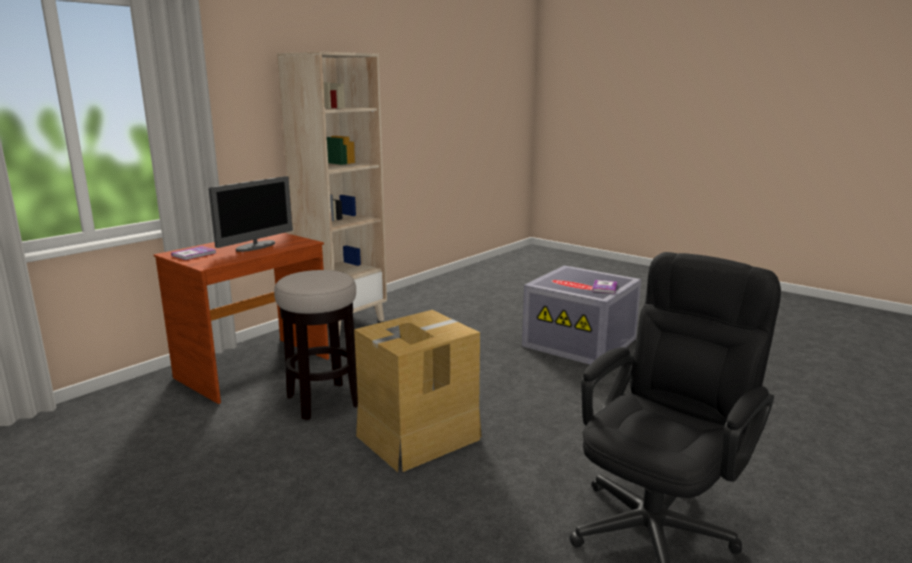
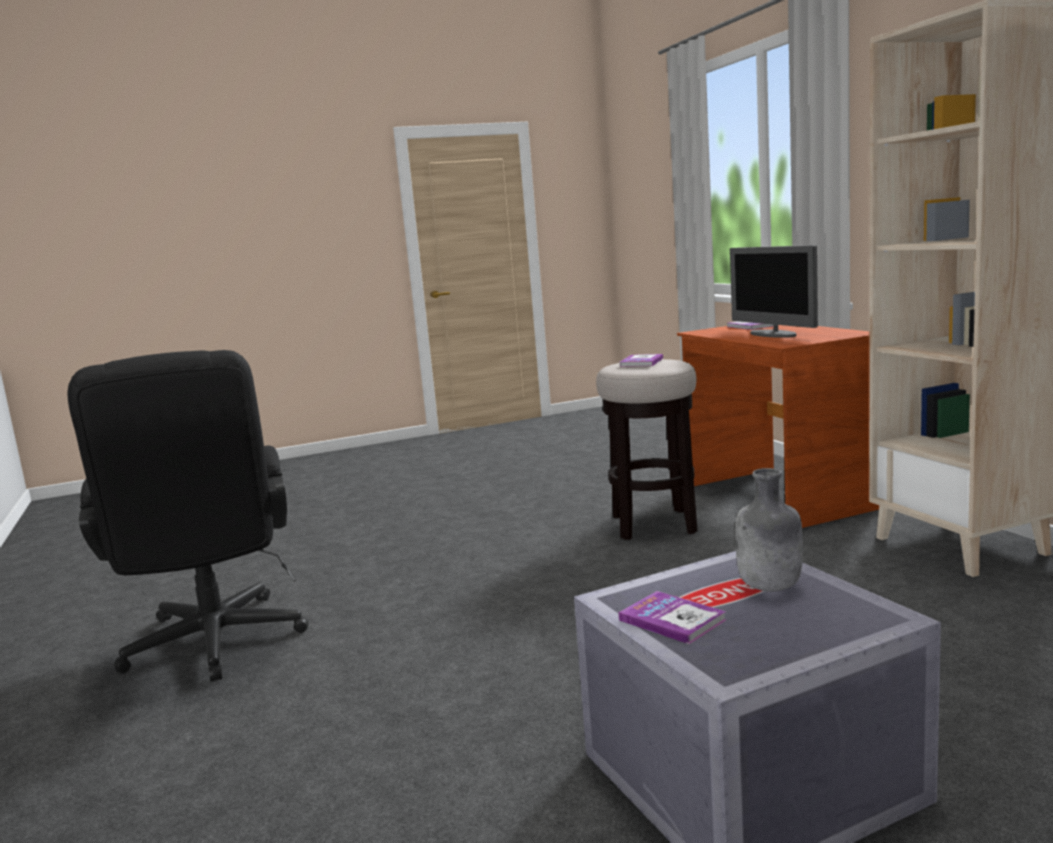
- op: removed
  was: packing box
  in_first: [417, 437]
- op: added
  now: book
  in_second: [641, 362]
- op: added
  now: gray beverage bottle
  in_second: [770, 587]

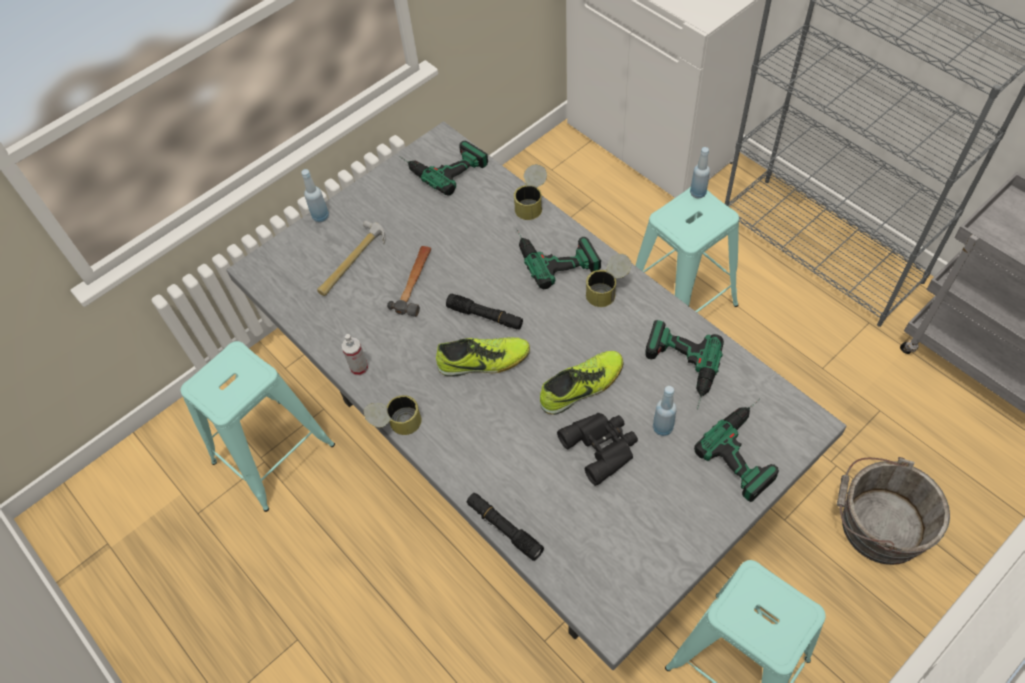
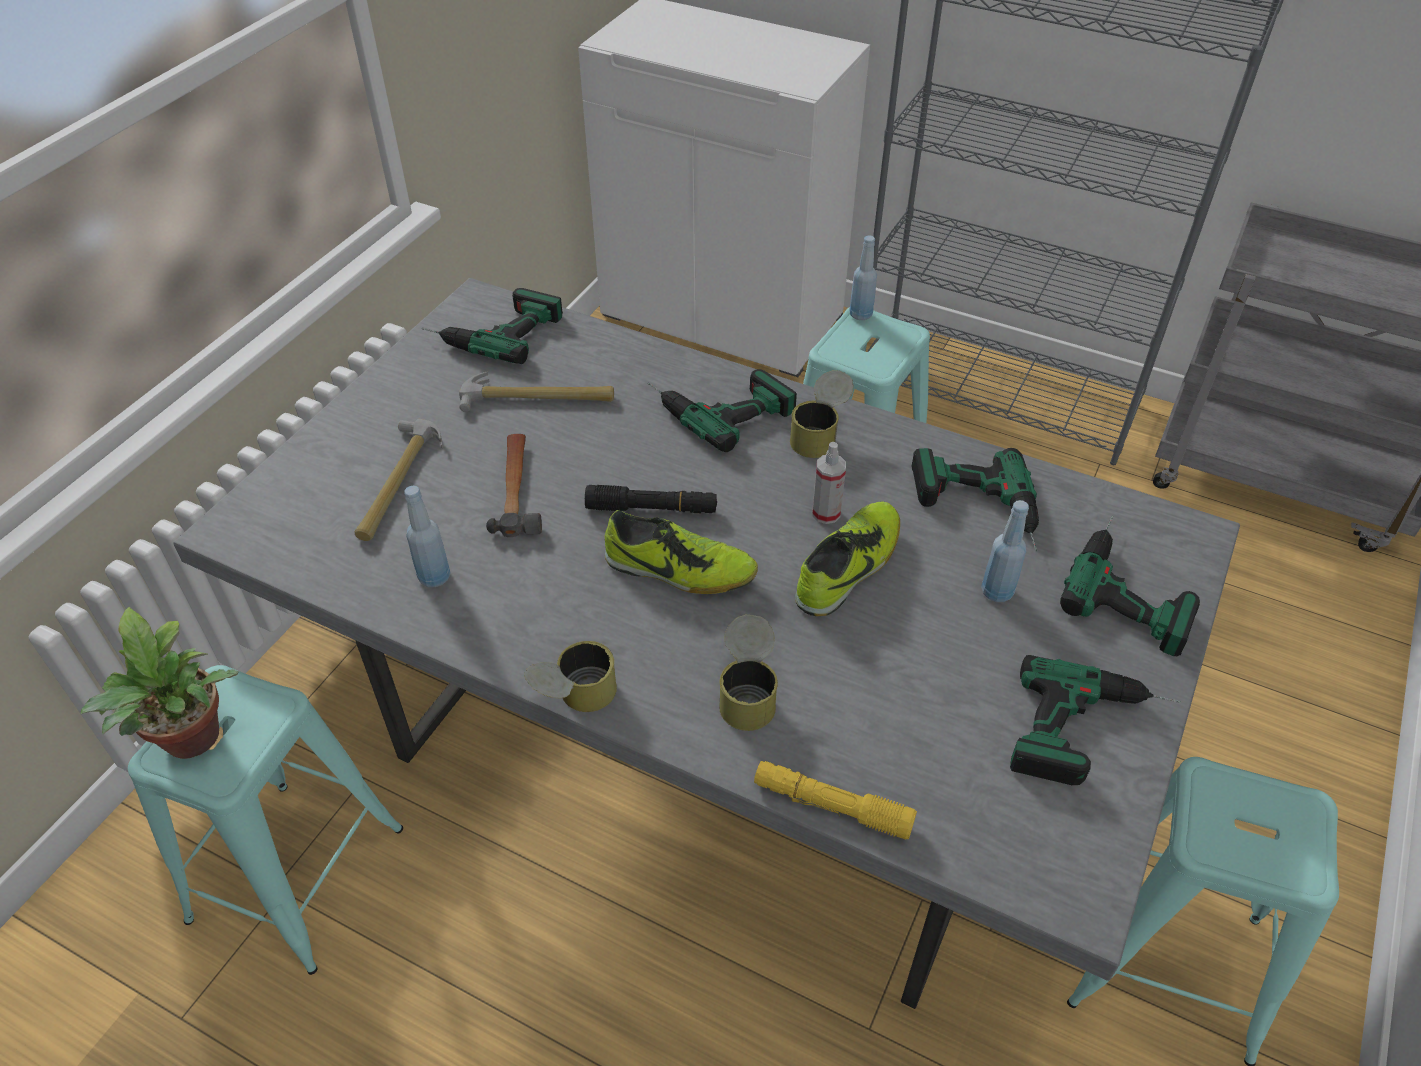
- op: removed
  was: blackish binoculars
  in_first: [602, 446]
- op: removed
  was: gray pail
  in_first: [877, 524]
- op: added
  now: houseplant
  in_second: [193, 743]
- op: added
  now: hammer
  in_second: [538, 398]
- op: added
  now: power drill
  in_second: [1093, 733]
- op: moved
  was: bluish beverage bottle
  in_first: [321, 217]
  in_second: [434, 577]
- op: moved
  was: spray bottle
  in_first: [359, 368]
  in_second: [826, 513]
- op: moved
  was: metal can
  in_first: [532, 203]
  in_second: [748, 692]
- op: recoloured
  was: blackish torch
  now: yellowish torch
  in_first: [504, 528]
  in_second: [832, 806]
- op: turned
  was: shoe
  in_first: [484, 361]
  in_second: [679, 571]
  clockwise: 45

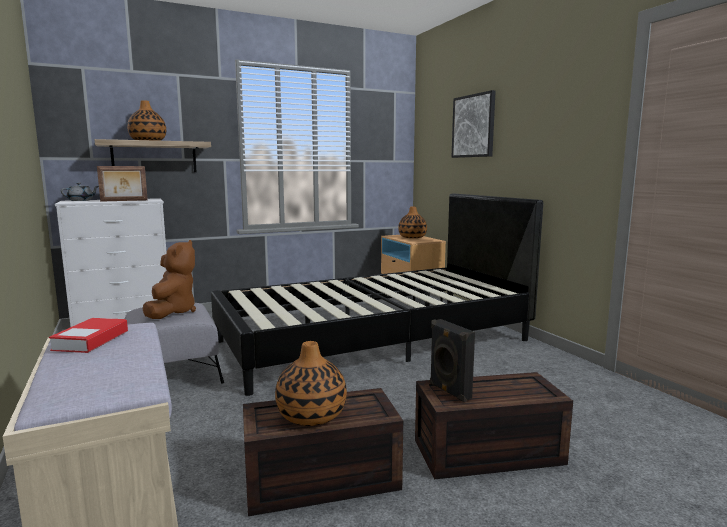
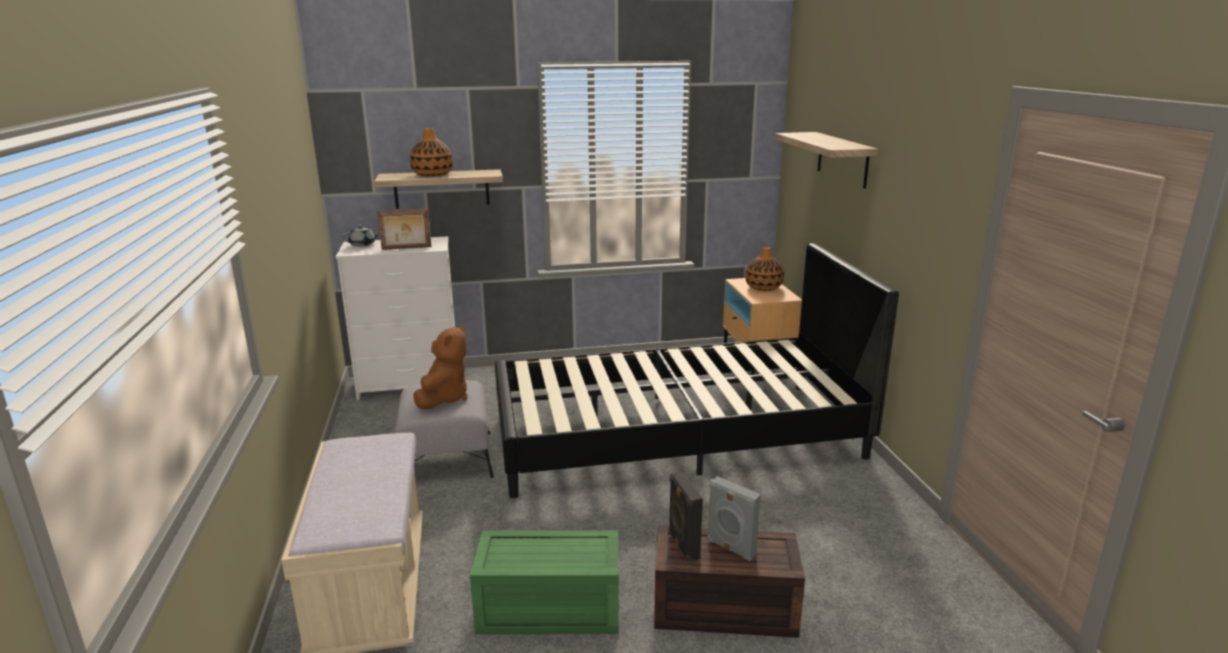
- op: removed
  was: book
  in_first: [91, 340]
- op: removed
  was: decorative vase
  in_first: [311, 415]
- op: added
  now: gray speaker
  in_second: [730, 548]
- op: replaced
  was: wall picture
  now: bracket shelf
  in_first: [473, 126]
  in_second: [842, 159]
- op: recoloured
  was: brownish storage container
  now: green storage container
  in_first: [319, 481]
  in_second: [547, 610]

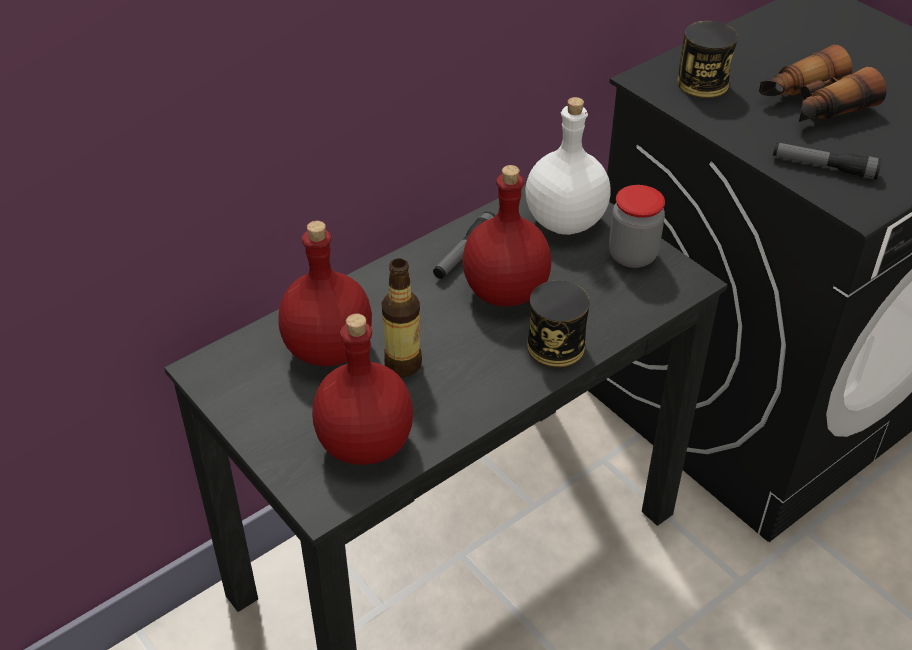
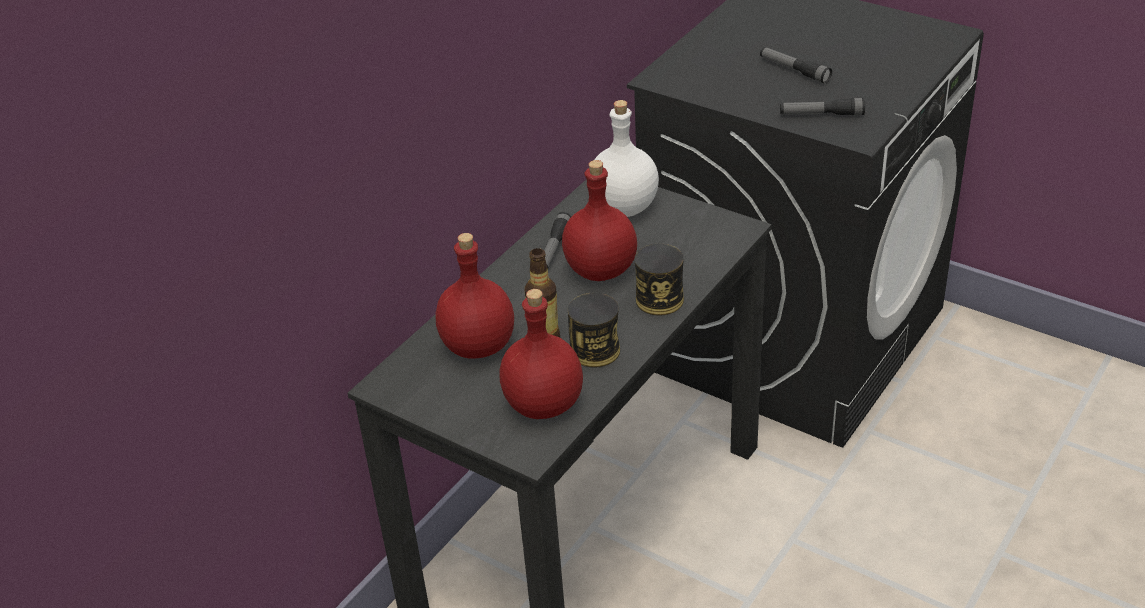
- op: removed
  was: preserve jar
  in_first: [632, 255]
- op: moved
  was: metal can
  in_first: [702, 84]
  in_second: [595, 350]
- op: replaced
  was: binoculars
  now: torch
  in_first: [813, 104]
  in_second: [794, 70]

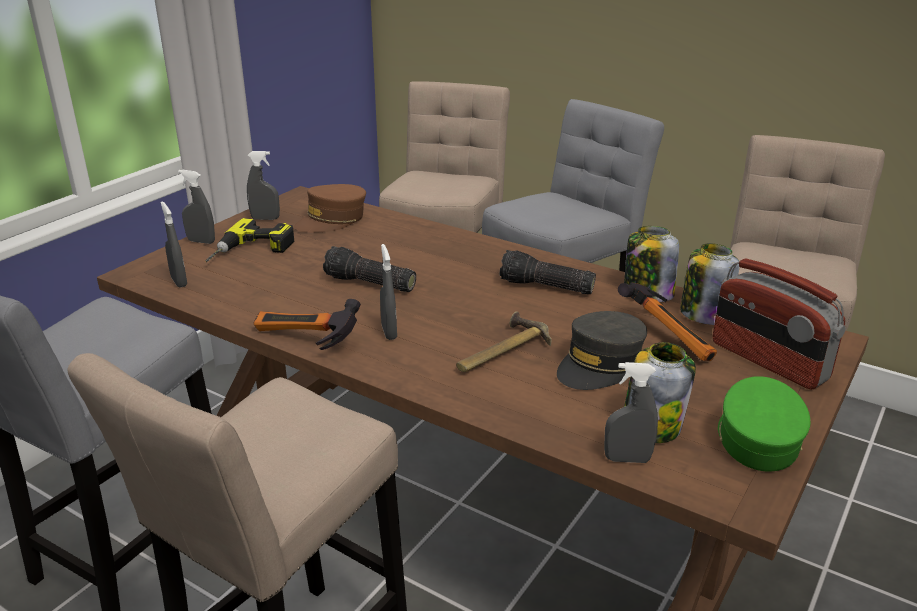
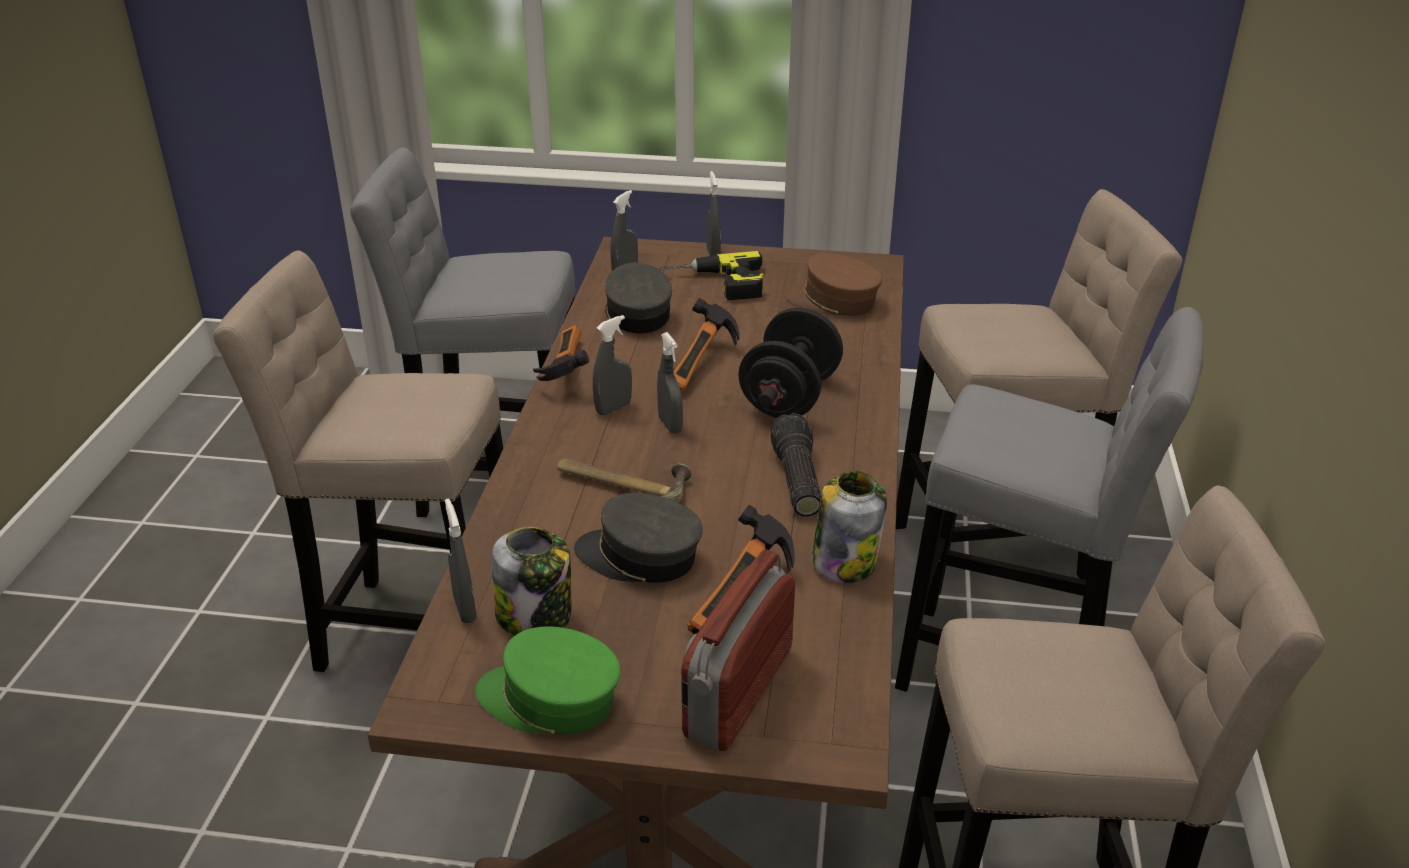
- op: removed
  was: preserve jar
  in_first: [703, 314]
- op: added
  now: gray cap
  in_second: [637, 313]
- op: added
  now: blackish hand weight
  in_second: [789, 397]
- op: moved
  was: gray spray bottle
  in_first: [265, 218]
  in_second: [670, 425]
- op: replaced
  was: torch
  now: hammer
  in_first: [369, 284]
  in_second: [704, 367]
- op: turned
  was: green cap
  in_first: [757, 439]
  in_second: [550, 700]
  clockwise: -150

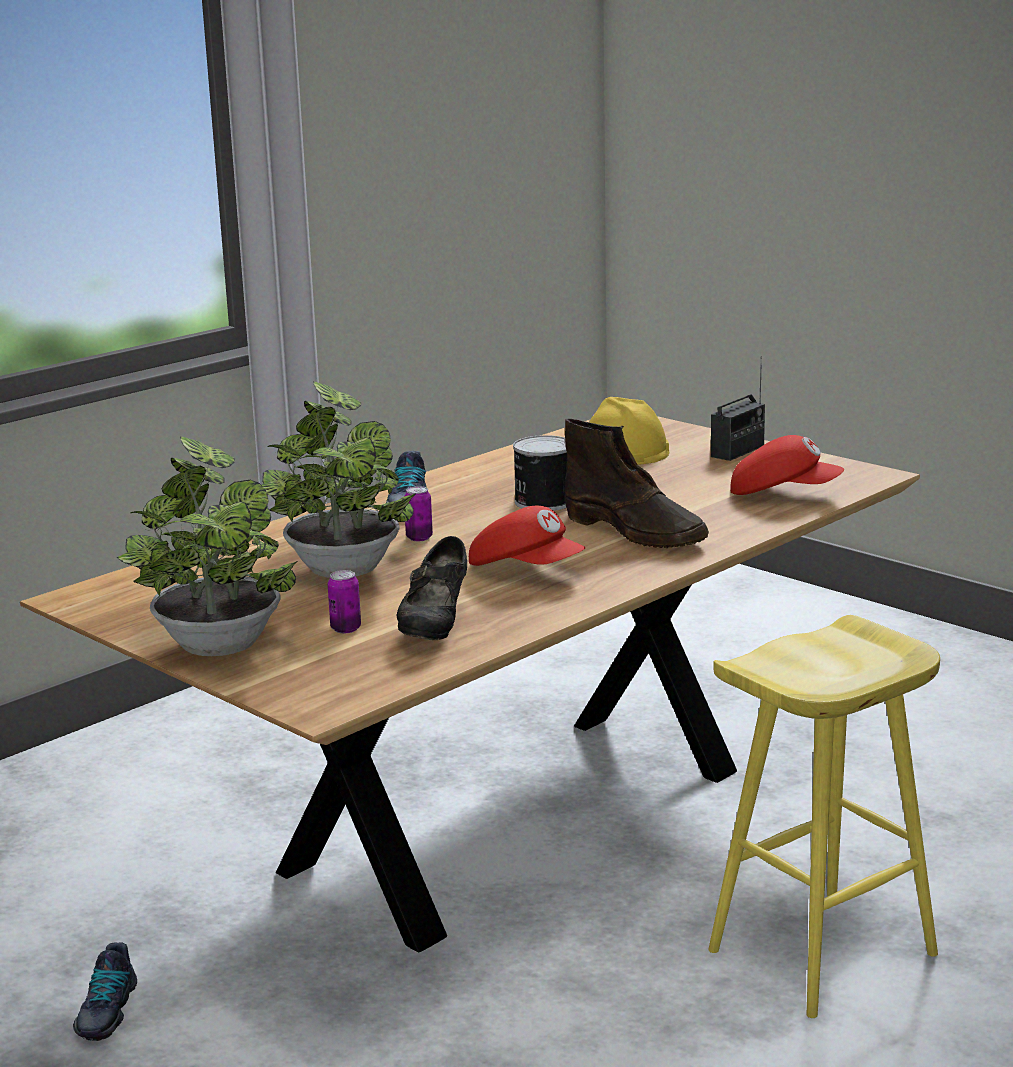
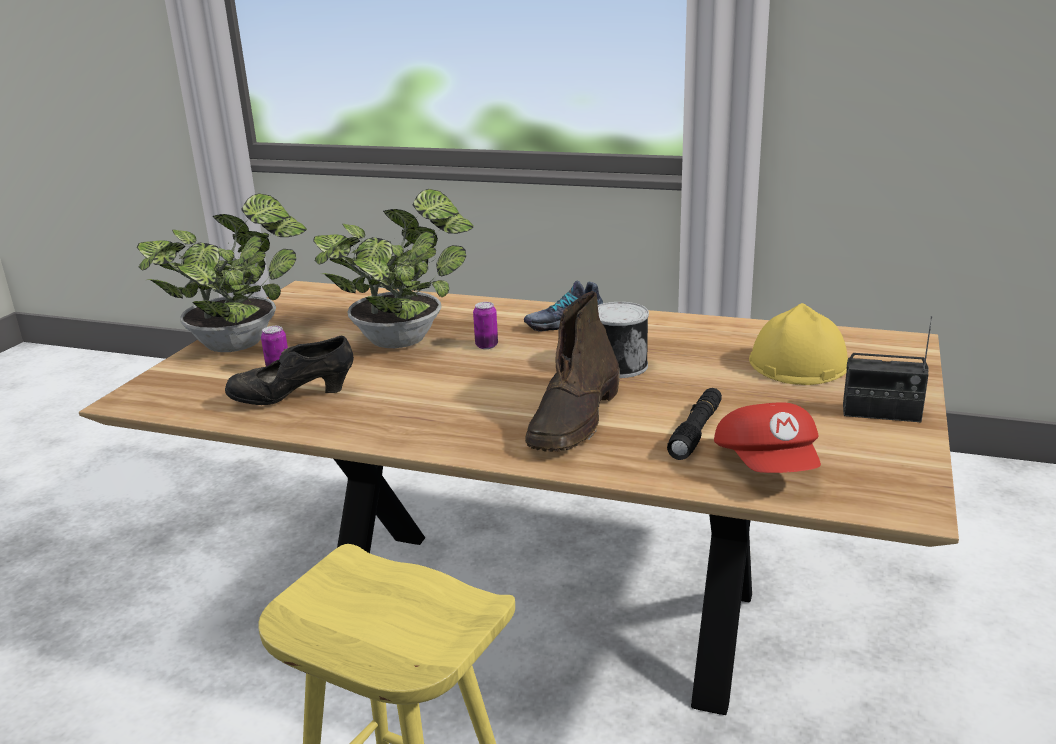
- op: removed
  was: shoe
  in_first: [105, 1011]
- op: removed
  was: red-coloured cap
  in_first: [526, 570]
- op: added
  now: blackish torch
  in_second: [696, 432]

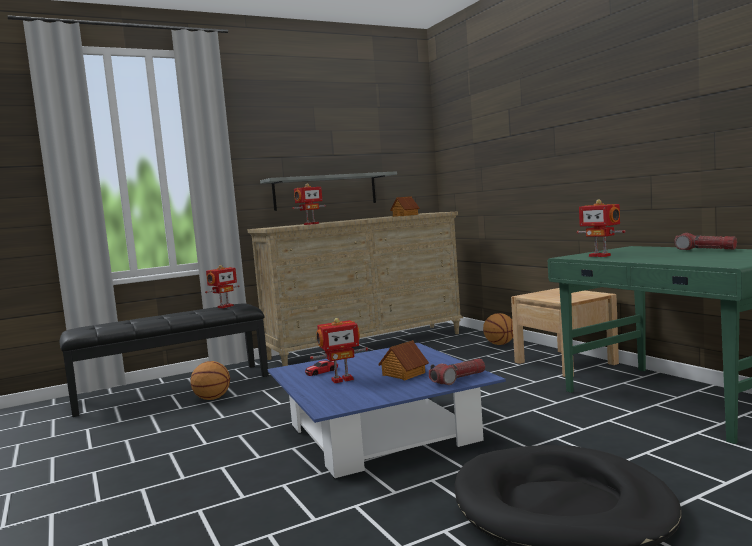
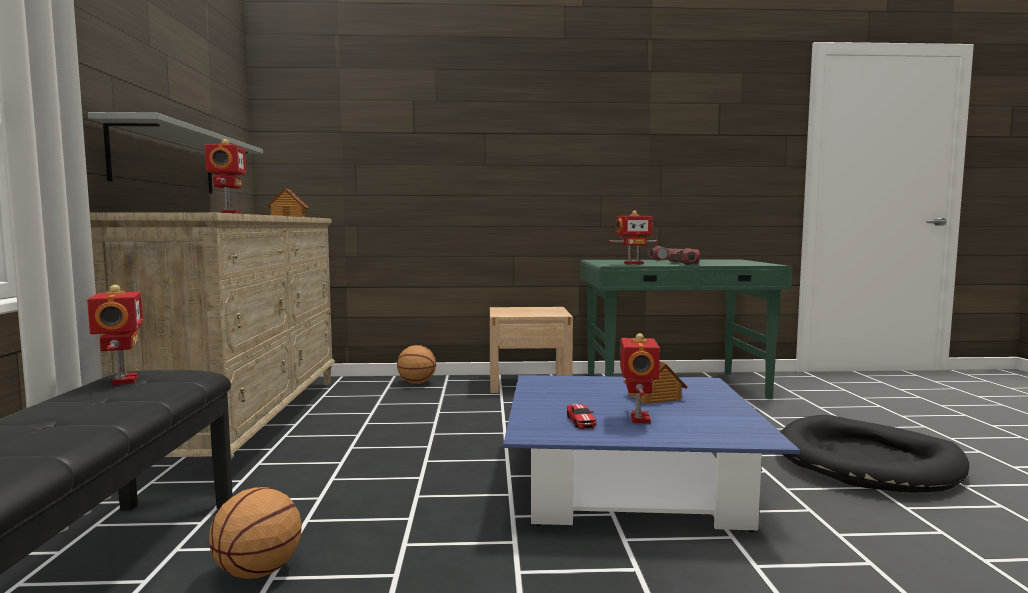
- op: moved
  was: torch
  in_first: [458, 379]
  in_second: [681, 263]

